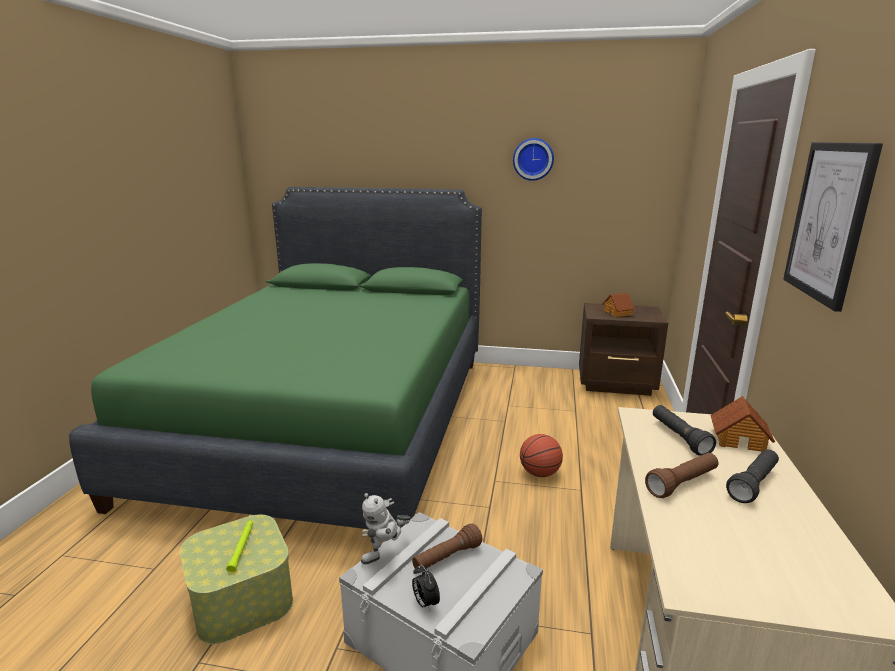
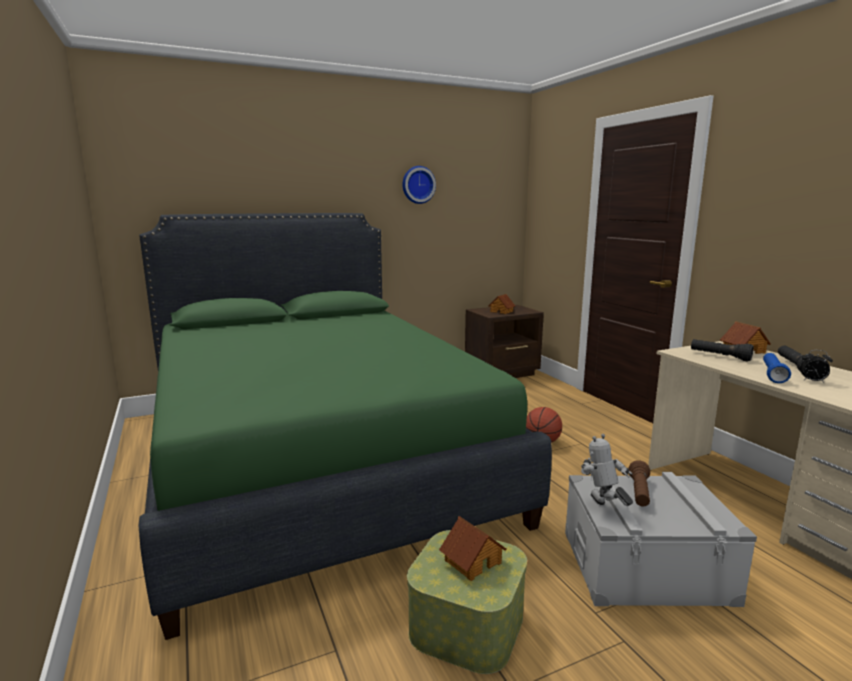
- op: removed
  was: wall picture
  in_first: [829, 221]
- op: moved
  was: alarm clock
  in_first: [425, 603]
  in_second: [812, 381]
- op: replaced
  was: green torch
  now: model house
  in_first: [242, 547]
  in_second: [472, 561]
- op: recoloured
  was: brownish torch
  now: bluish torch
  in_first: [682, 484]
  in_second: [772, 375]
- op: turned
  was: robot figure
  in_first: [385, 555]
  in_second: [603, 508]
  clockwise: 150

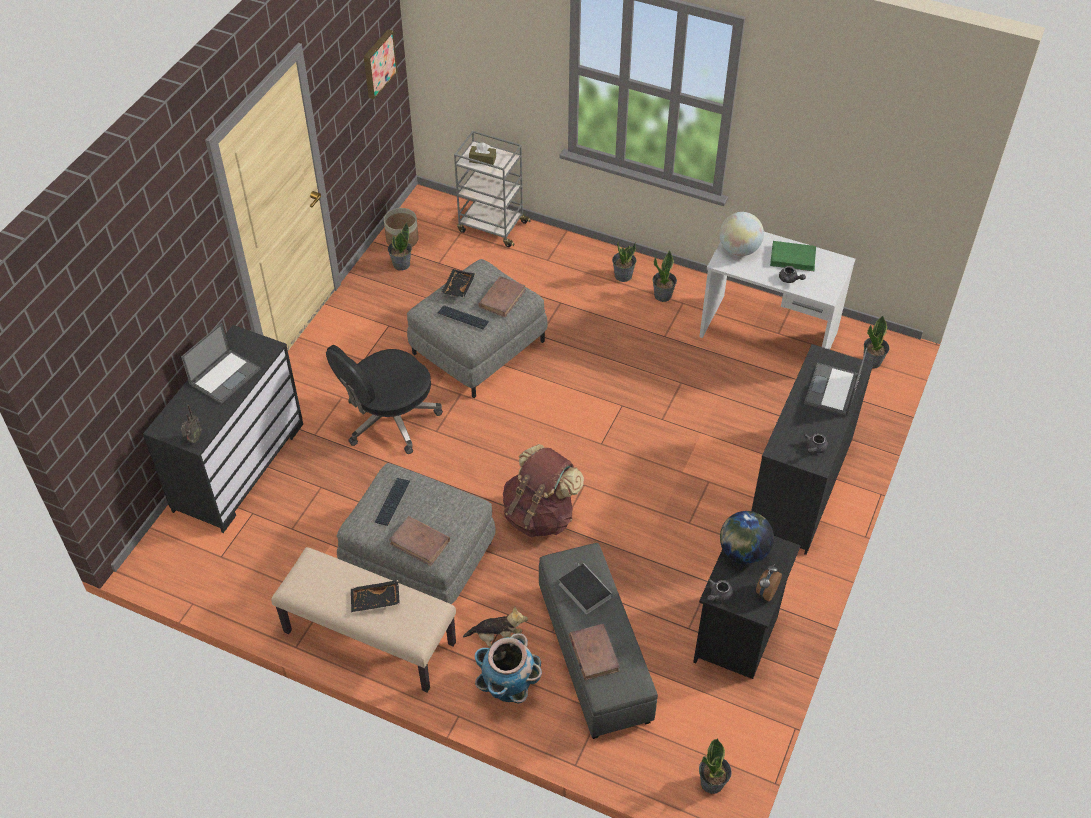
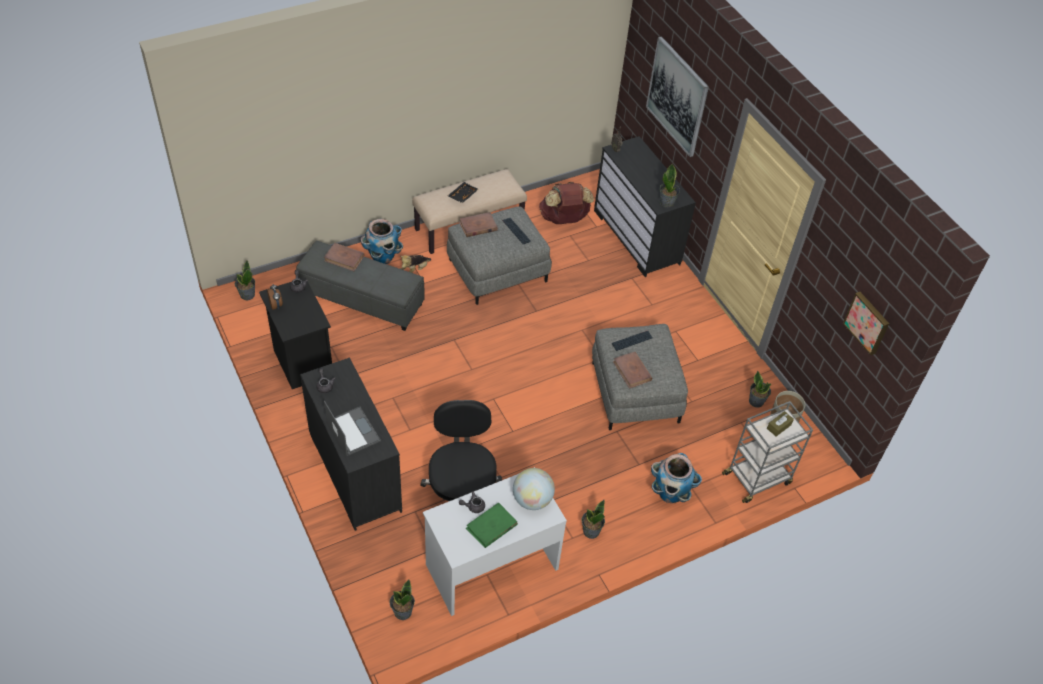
- op: removed
  was: laptop
  in_first: [225, 376]
- op: removed
  was: blackish carrying tray
  in_first: [457, 287]
- op: removed
  was: book
  in_first: [583, 589]
- op: removed
  was: globe
  in_first: [743, 552]
- op: added
  now: wall picture
  in_second: [677, 96]
- op: added
  now: plant pot
  in_second: [670, 493]
- op: moved
  was: blackish computer chair
  in_first: [389, 420]
  in_second: [462, 492]
- op: moved
  was: brownish rucksack
  in_first: [540, 515]
  in_second: [564, 219]
- op: moved
  was: houseplant
  in_first: [623, 275]
  in_second: [667, 202]

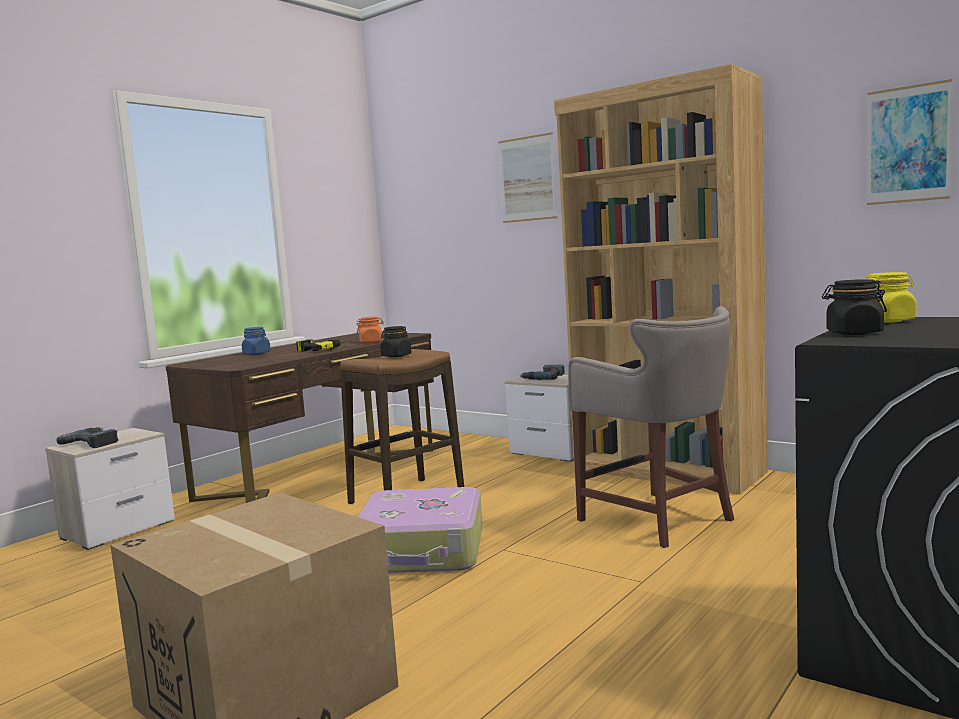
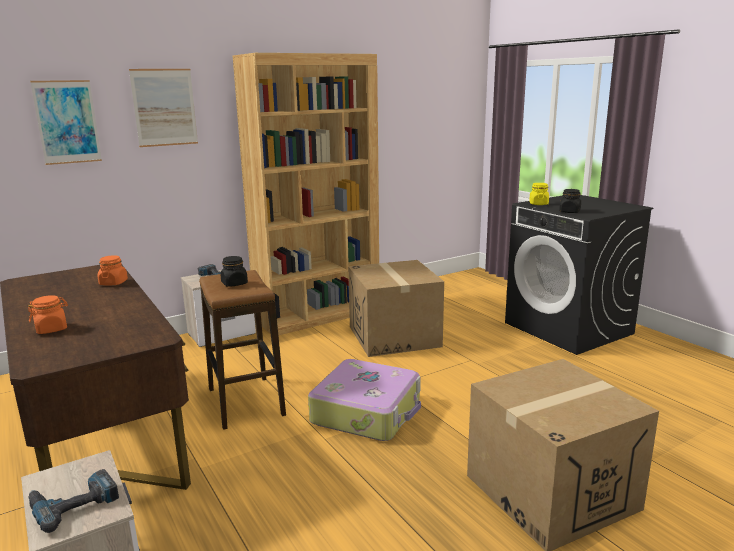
- op: removed
  was: power drill
  in_first: [323, 348]
- op: moved
  was: wall picture
  in_first: [908, 144]
  in_second: [67, 122]
- op: replaced
  was: gray stool seat
  now: packing box
  in_first: [660, 520]
  in_second: [394, 336]
- op: recoloured
  was: bluish preserve jar
  now: orange preserve jar
  in_first: [257, 353]
  in_second: [51, 329]

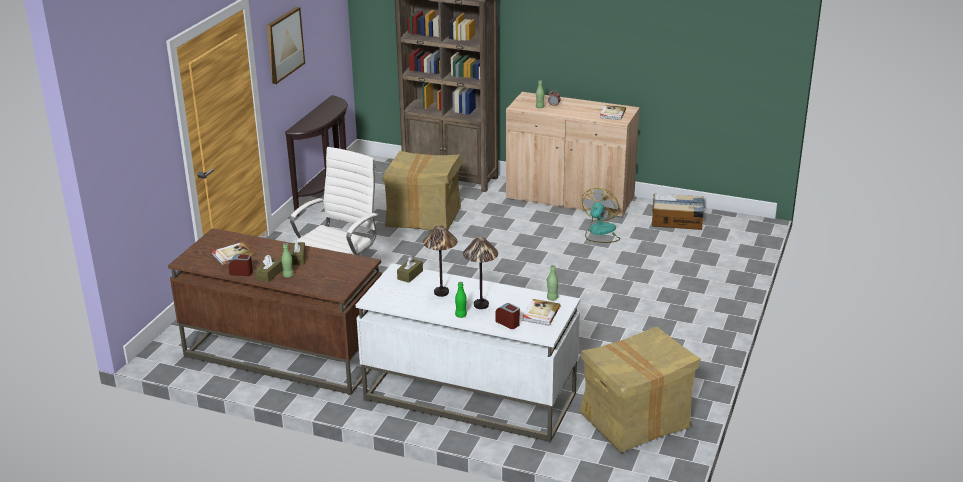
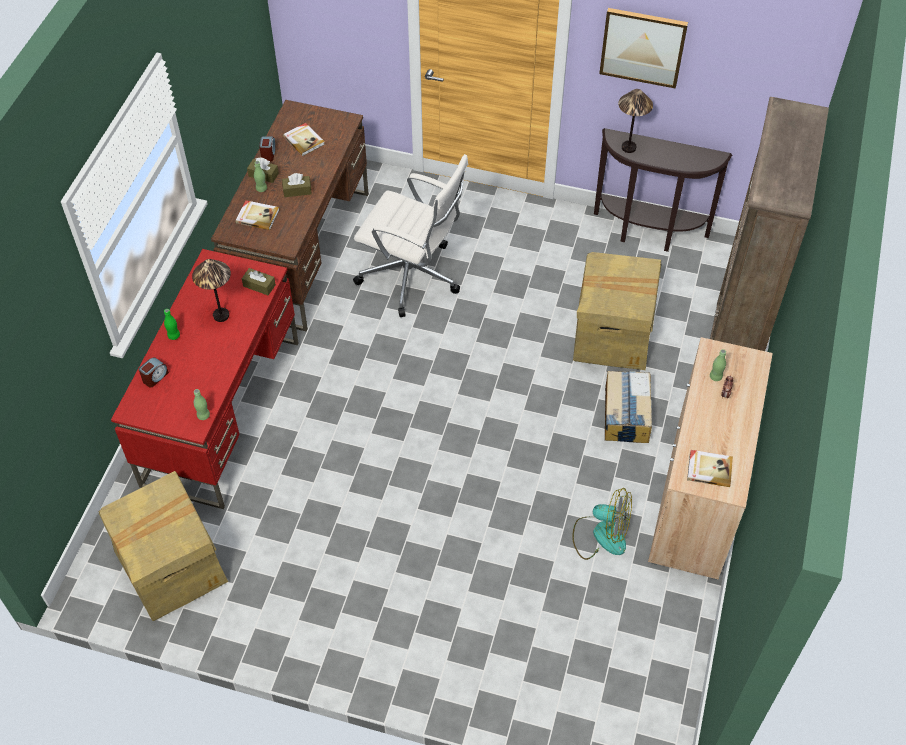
- op: moved
  was: lamp for a table
  in_first: [481, 305]
  in_second: [629, 148]
- op: moved
  was: book
  in_first: [540, 314]
  in_second: [257, 216]
- op: moved
  was: packing box
  in_first: [677, 220]
  in_second: [625, 414]
- op: recoloured
  was: white-coloured desk
  now: red-coloured desk
  in_first: [469, 397]
  in_second: [222, 411]

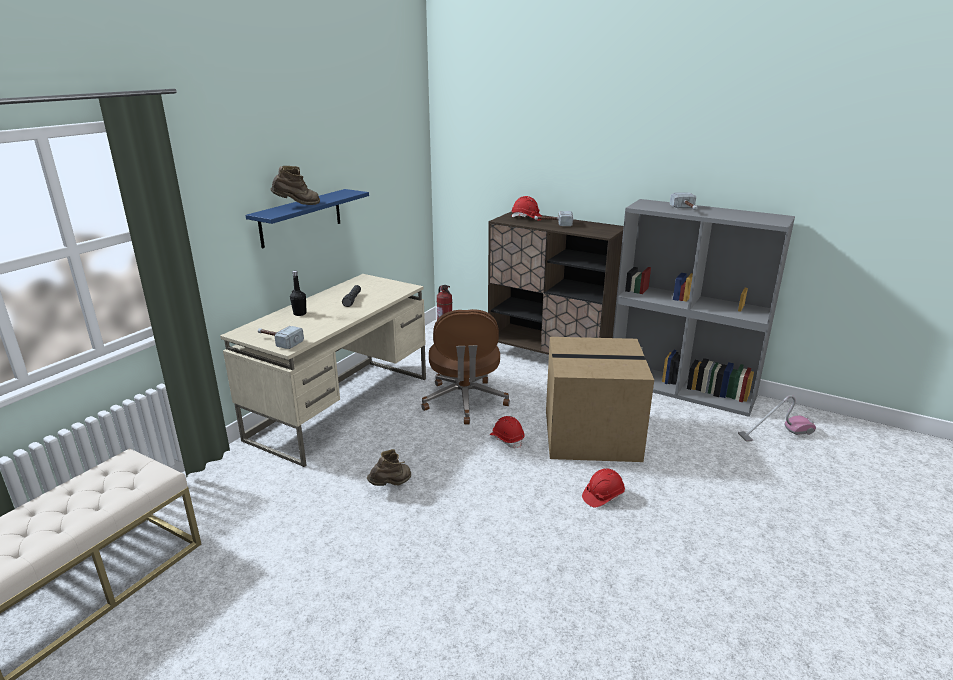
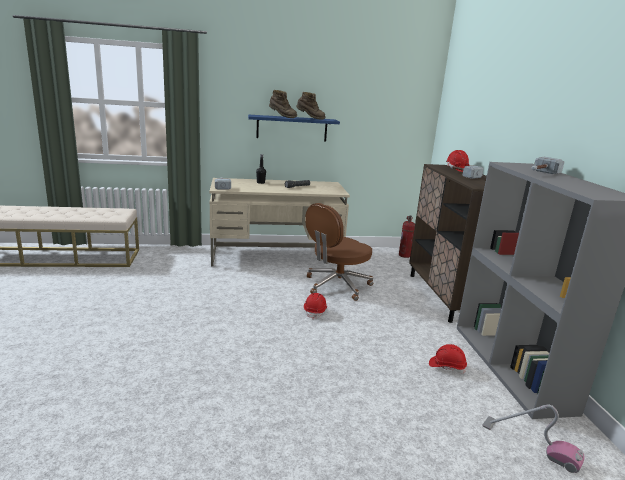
- op: removed
  was: packing box
  in_first: [592, 434]
- op: moved
  was: brownish boot
  in_first: [391, 485]
  in_second: [310, 118]
- op: moved
  was: red-coloured work helmet
  in_first: [603, 496]
  in_second: [447, 366]

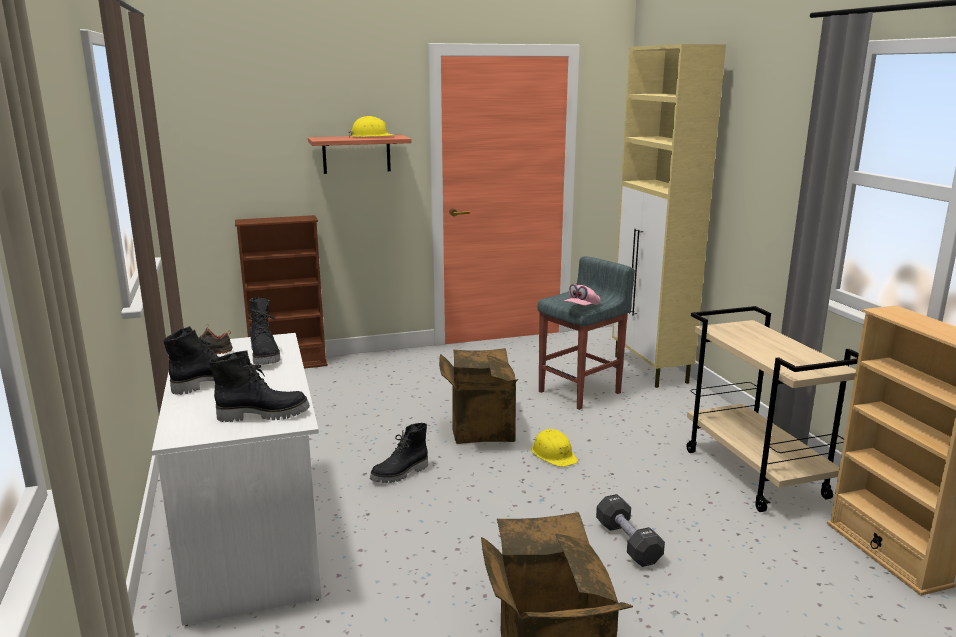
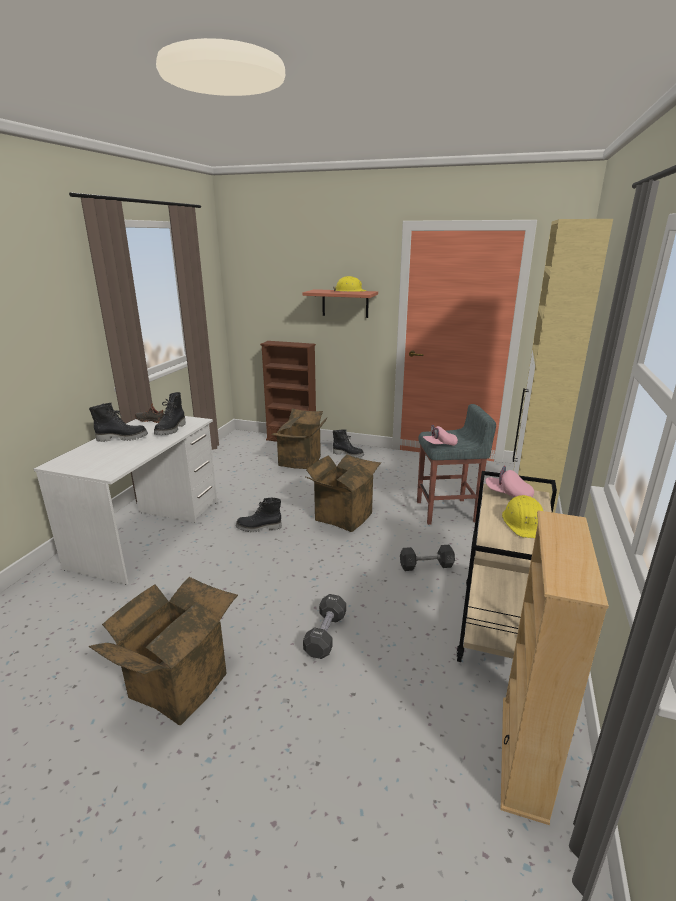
- op: added
  now: packing box
  in_second: [301, 461]
- op: added
  now: gray hand weight
  in_second: [426, 565]
- op: added
  now: pinkish cap
  in_second: [508, 494]
- op: moved
  was: blackish boot
  in_first: [263, 414]
  in_second: [348, 454]
- op: moved
  was: yellowish work helmet
  in_first: [554, 454]
  in_second: [524, 523]

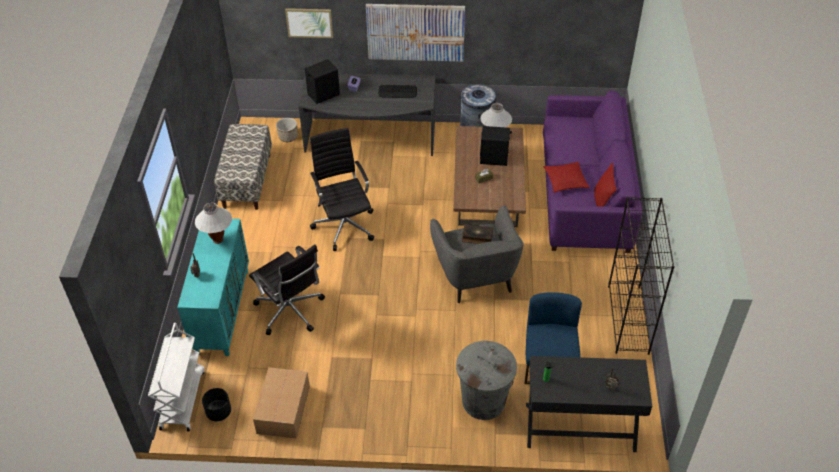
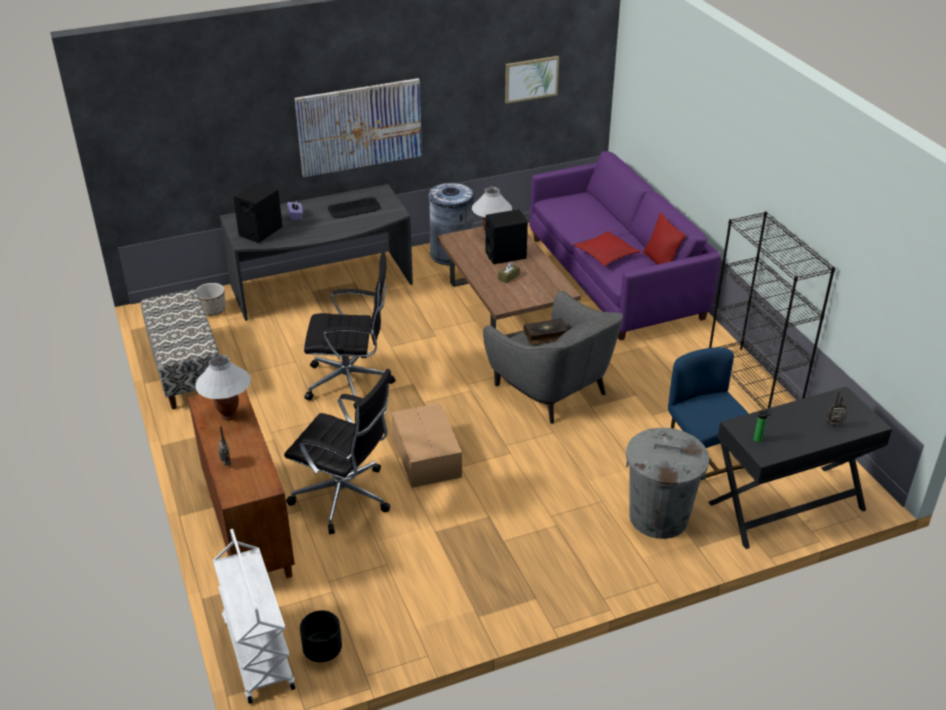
- op: moved
  was: packing box
  in_first: [282, 410]
  in_second: [426, 457]
- op: moved
  was: wall picture
  in_first: [309, 22]
  in_second: [531, 79]
- op: recoloured
  was: turquoise-coloured storage cabinet
  now: brownish storage cabinet
  in_first: [221, 310]
  in_second: [246, 526]
- op: turned
  was: blackish computer chair
  in_first: [344, 224]
  in_second: [351, 382]
  clockwise: 135

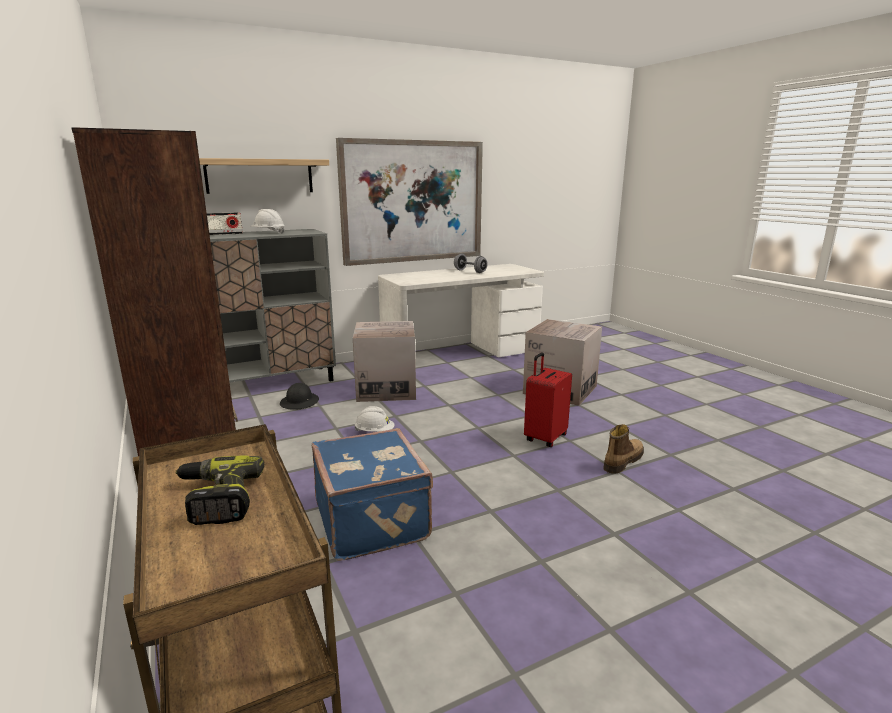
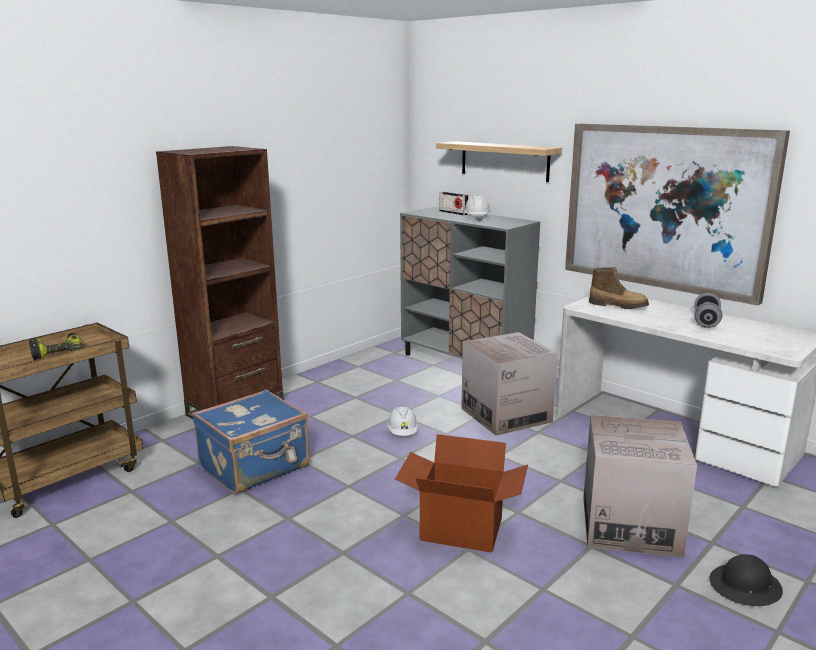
- op: moved
  was: blackish work helmet
  in_first: [300, 402]
  in_second: [745, 587]
- op: moved
  was: boot
  in_first: [622, 461]
  in_second: [618, 305]
- op: replaced
  was: red-coloured travel case
  now: packing box
  in_first: [544, 438]
  in_second: [461, 530]

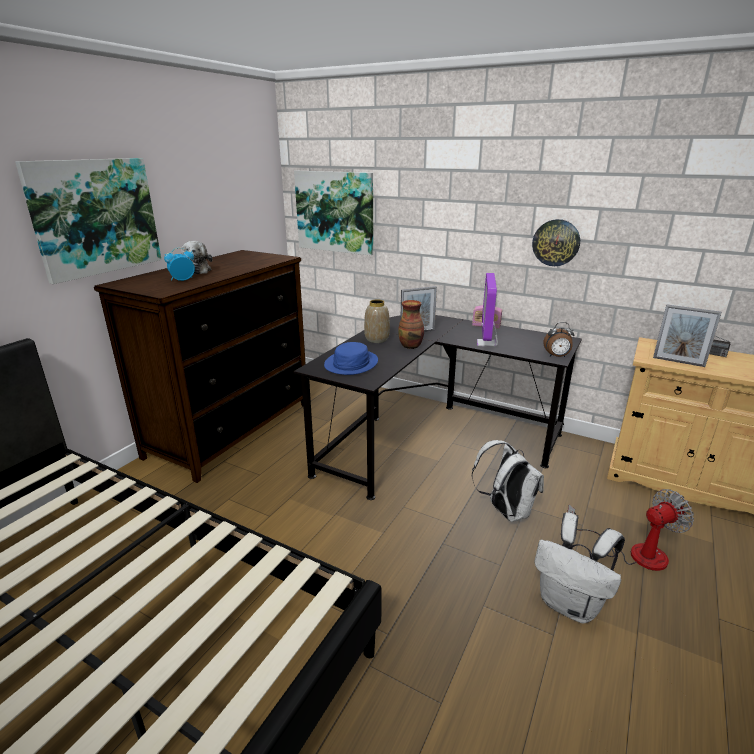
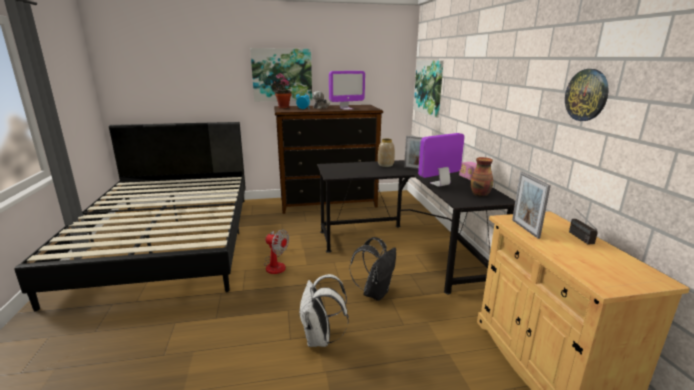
- op: removed
  was: bluish hat
  in_first: [351, 363]
- op: removed
  was: alarm clock
  in_first: [557, 356]
- op: added
  now: houseplant
  in_second: [282, 107]
- op: added
  now: computer screen
  in_second: [346, 109]
- op: moved
  was: decorative vase
  in_first: [411, 346]
  in_second: [480, 194]
- op: moved
  was: wall clock
  in_first: [556, 242]
  in_second: [586, 95]
- op: moved
  was: electric fan
  in_first: [634, 552]
  in_second: [275, 264]
- op: recoloured
  was: white-coloured rucksack
  now: blackish rucksack
  in_first: [505, 511]
  in_second: [375, 292]

